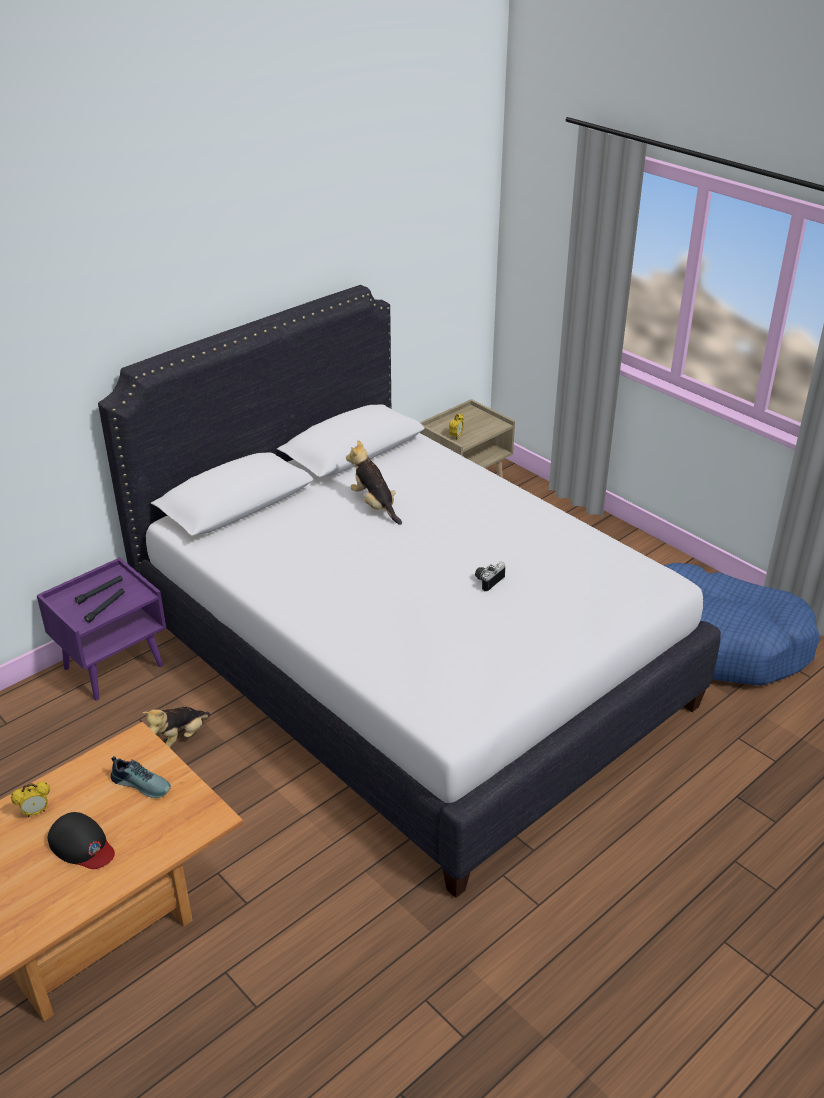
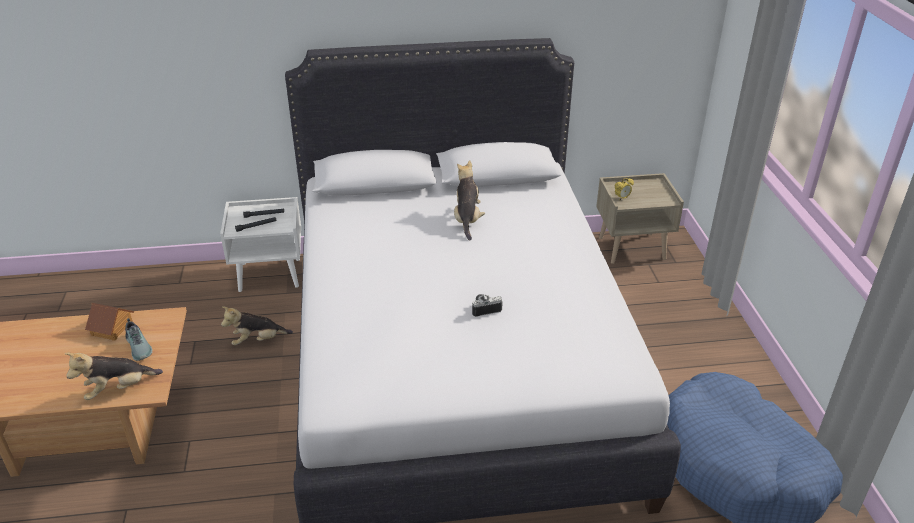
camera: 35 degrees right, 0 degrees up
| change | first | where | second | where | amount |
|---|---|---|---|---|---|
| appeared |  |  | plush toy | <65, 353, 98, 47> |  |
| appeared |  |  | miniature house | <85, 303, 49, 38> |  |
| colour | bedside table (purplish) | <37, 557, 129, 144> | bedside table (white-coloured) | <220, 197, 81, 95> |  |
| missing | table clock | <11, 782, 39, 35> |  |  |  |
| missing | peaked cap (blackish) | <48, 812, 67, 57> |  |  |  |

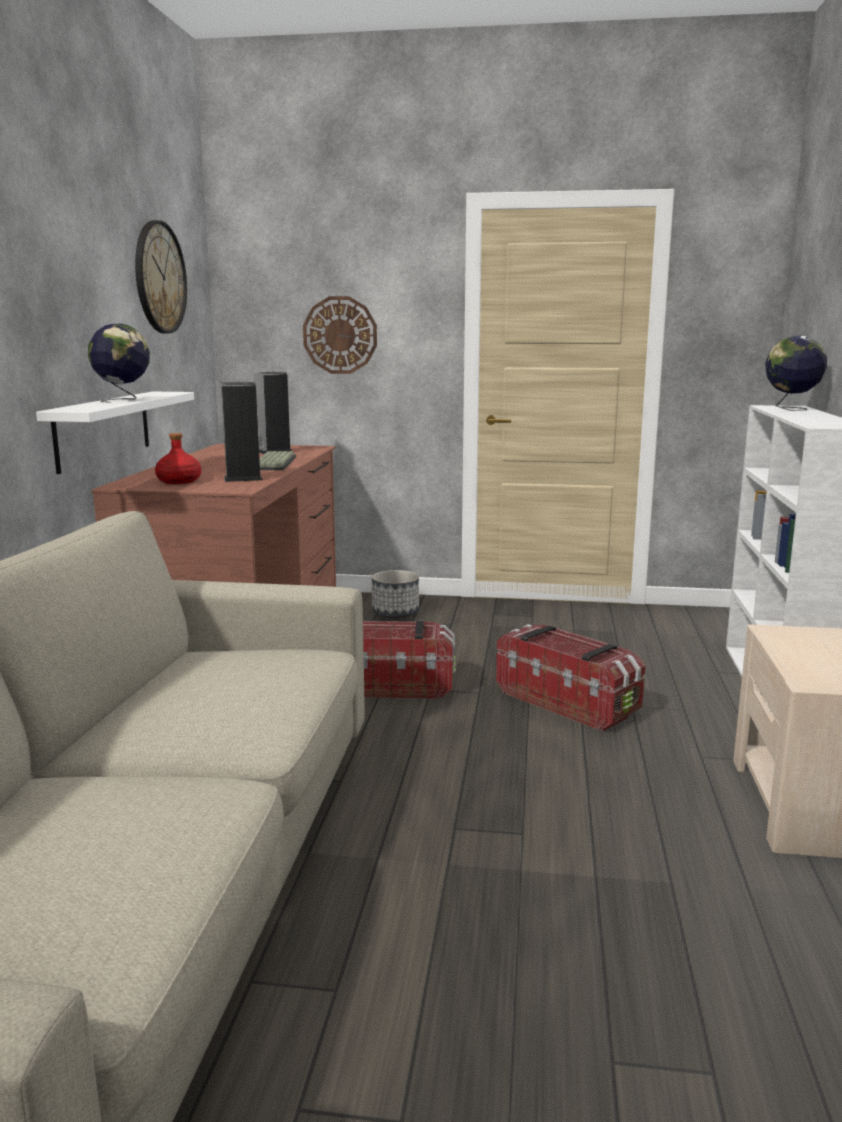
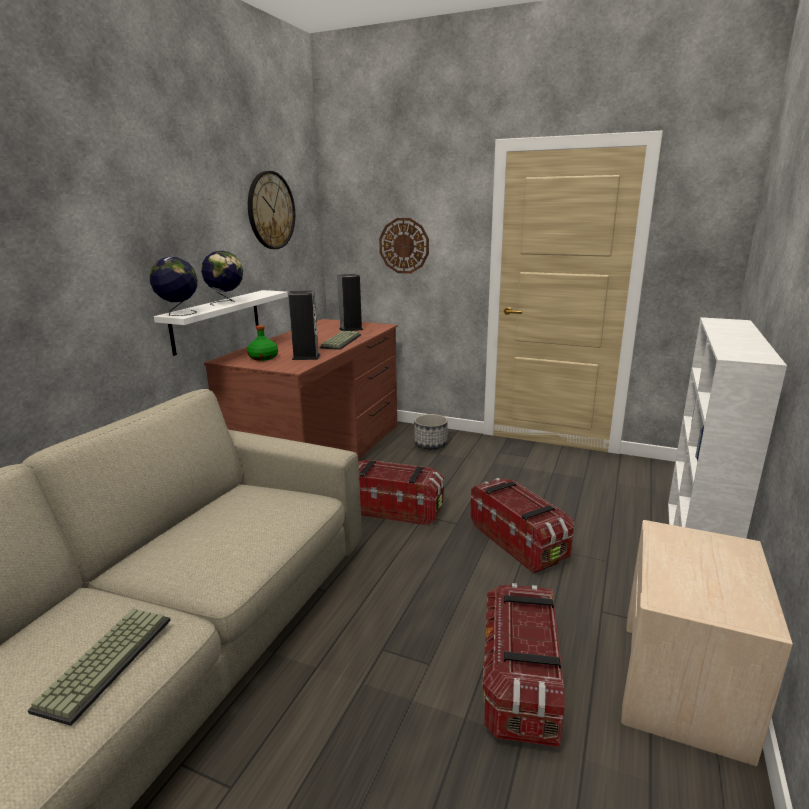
camera: 15 degrees right, 5 degrees up
| change | first | where | second | where | amount |
|---|---|---|---|---|---|
| appeared |  |  | PC keyboard | <28, 609, 143, 117> |  |
| relocated | world globe | <765, 335, 62, 76> |  | <150, 257, 48, 59> |  |
| colour | drink bottle (reddish) | <155, 433, 46, 51> | drink bottle (green) | <247, 325, 31, 36> |  |
| appeared |  |  | storage box | <483, 583, 82, 164> |  |

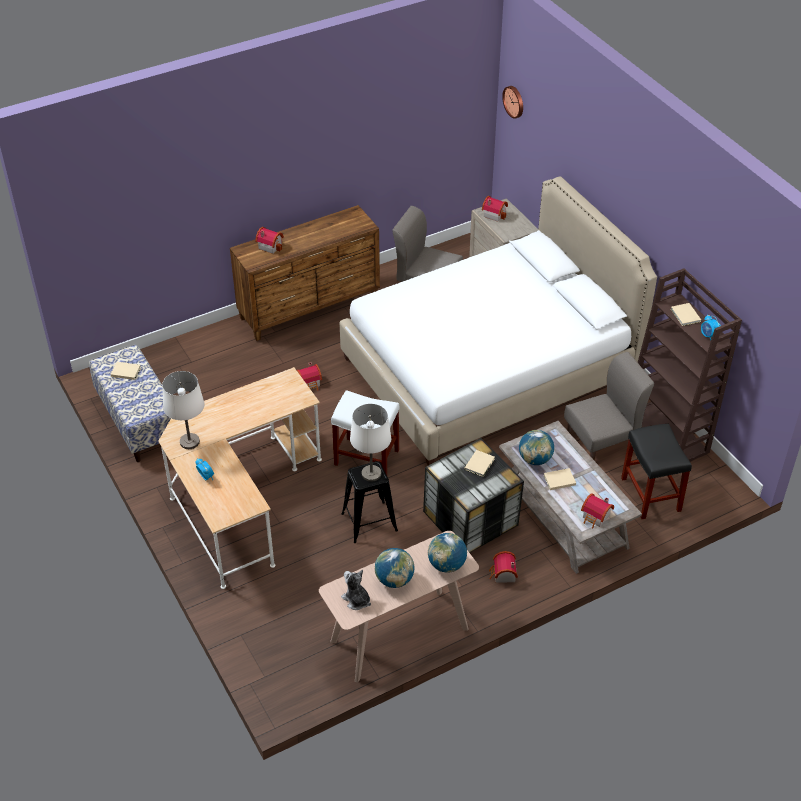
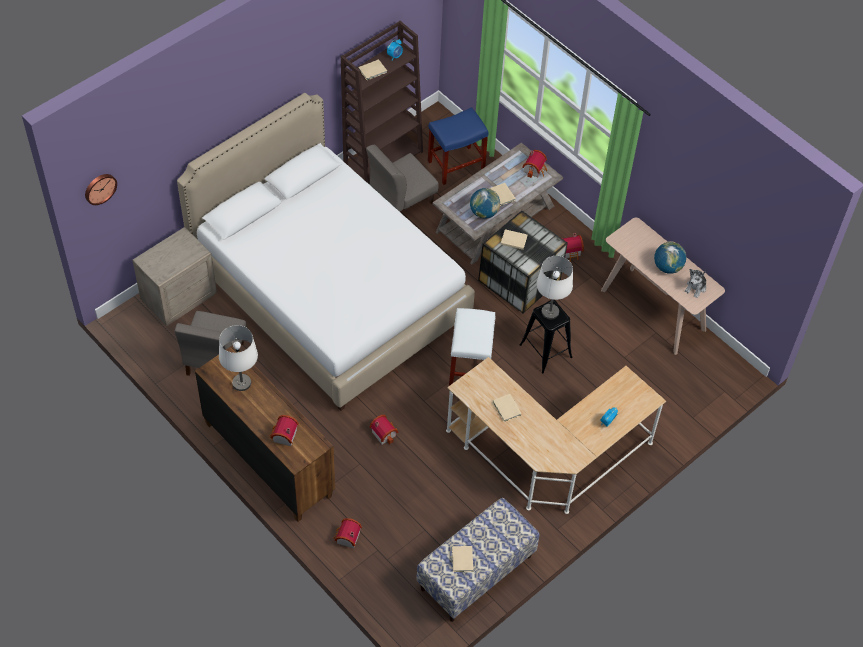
camera: 105 degrees left, 10 degrees up
| change | first | where | second | where | amount |
|---|---|---|---|---|---|
| relocated | tabletop lamp (white-coloured) | <162, 371, 43, 78> |  | <219, 325, 39, 66> |  |
| relocated | miniature house | <482, 196, 26, 26> |  | <333, 518, 29, 30> |  |
| spun | chair (greyish) | <564, 352, 90, 108> |  | <366, 145, 73, 67> | 90 degrees counterclockwise |
| colour | stool (blackish) | <621, 423, 71, 96> | stool (blue) | <428, 107, 60, 78> |  |
| appeared |  |  | book (beige) | <493, 394, 29, 28> |  |
| missing | world globe | <428, 533, 39, 40> |  |  |  |

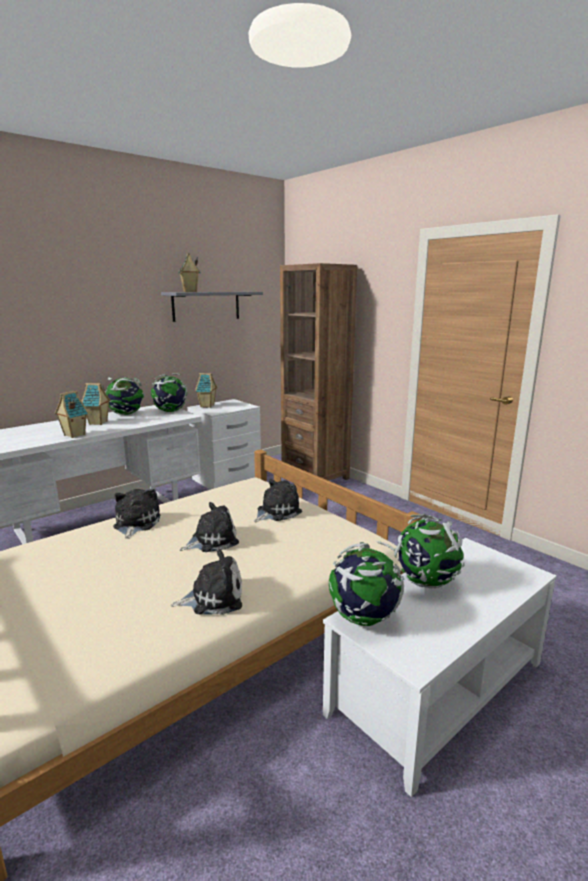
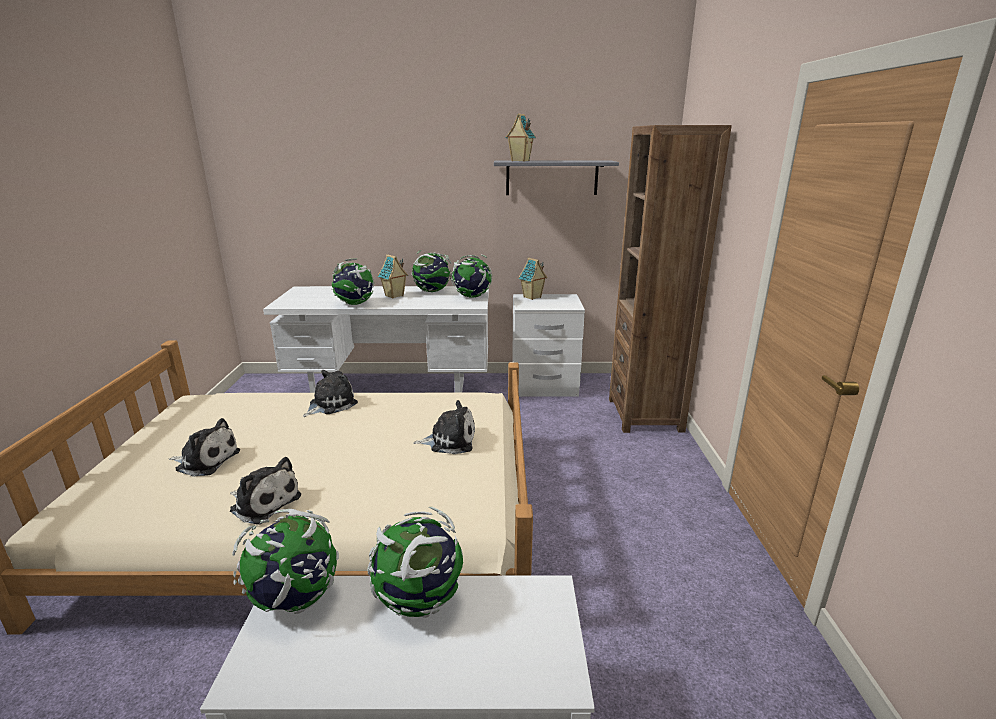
camera: 40 degrees right, 5 degrees up
| change | first | where | second | where | amount |
|---|---|---|---|---|---|
| relocated | plush toy | <180, 502, 59, 50> |  | <169, 418, 71, 58> |  |
| exchanged | miniature house | <54, 391, 35, 47> | world globe | <331, 258, 43, 47> |  |

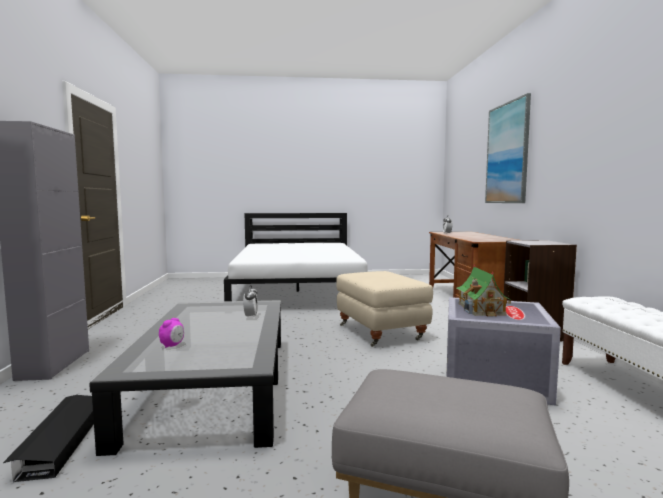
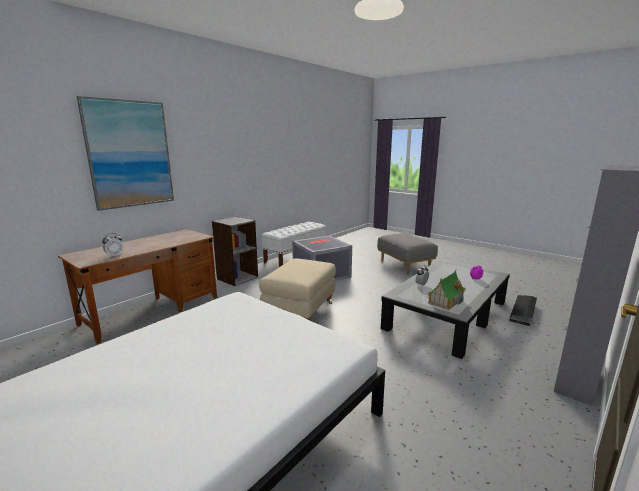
camera: 135 degrees left, 10 degrees up
| change | first | where | second | where | amount |
|---|---|---|---|---|---|
| relocated | miniature house | <456, 263, 57, 53> |  | <426, 270, 40, 40> |  |

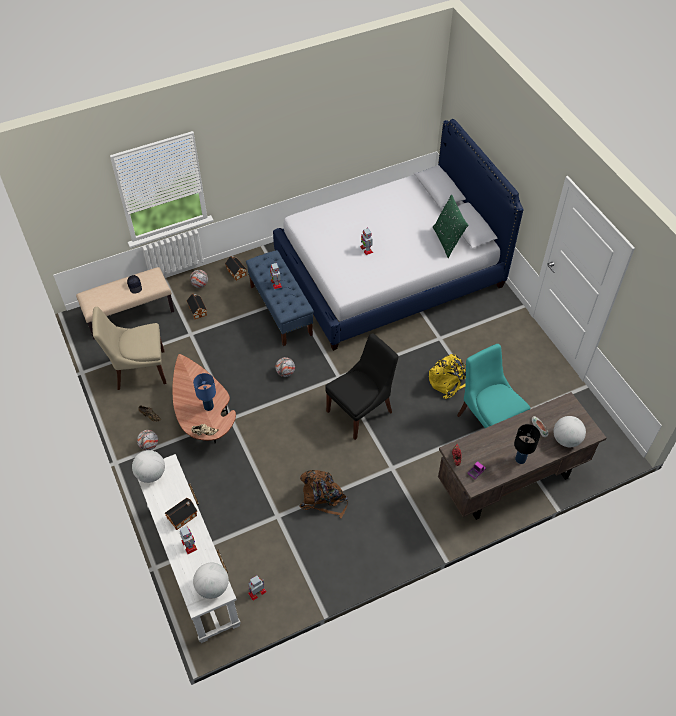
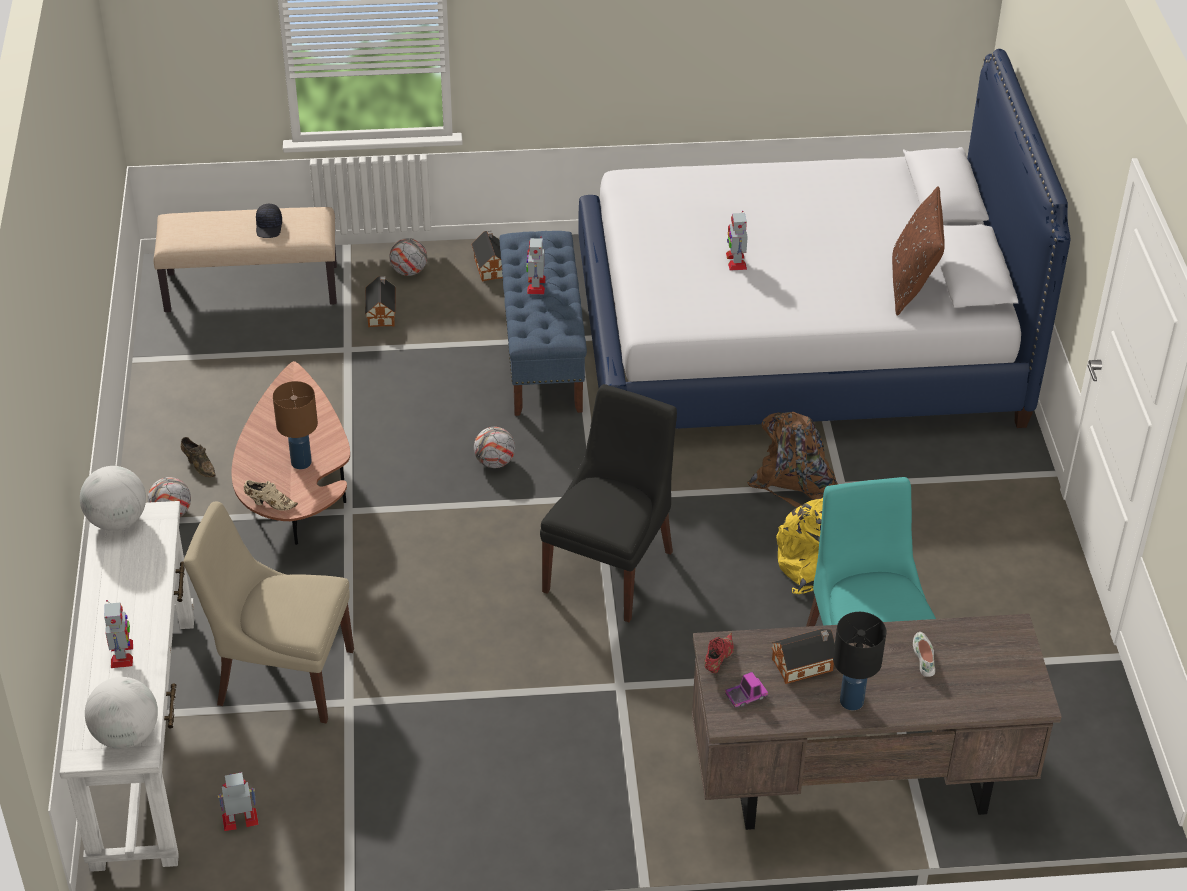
camera: 20 degrees right, 10 degrees down
| change | first | where | second | where | amount |
|---|---|---|---|---|---|
| relocated | chair (beige) | <92, 307, 74, 83> |  | <184, 501, 170, 222> |  |
| colour | tabletop lamp (blue) | <193, 373, 23, 38> | tabletop lamp (brownish) | <273, 381, 45, 88> |  |
| spun | chair (blackish) | <325, 333, 73, 107> |  | <540, 384, 137, 238> | 45 degrees counterclockwise |
| relocated | rucksack (brownish) | <299, 470, 49, 49> |  | <747, 412, 91, 95> |  |
| relocated | miniature house | <165, 498, 32, 32> |  | <771, 629, 64, 55> |  |
| colour | throw pillow (green) | <433, 195, 35, 63> | throw pillow (brownish) | <892, 186, 53, 130> |  |
| missing | world globe | <553, 416, 33, 31> |  |  |  |

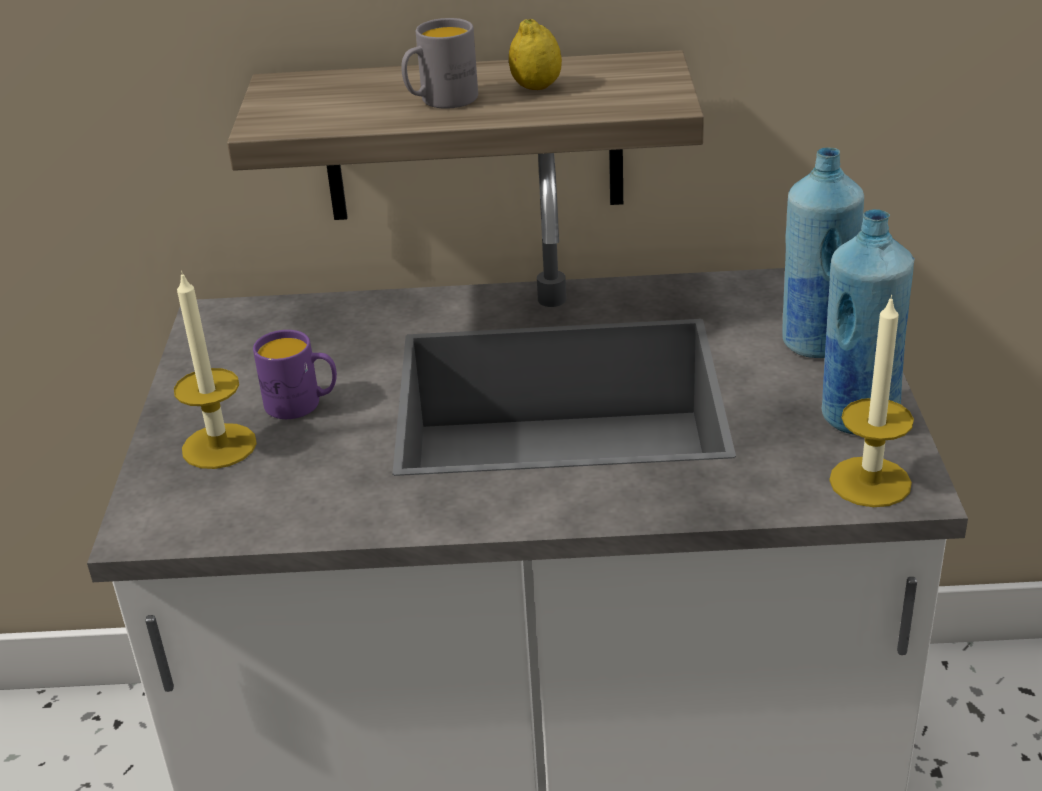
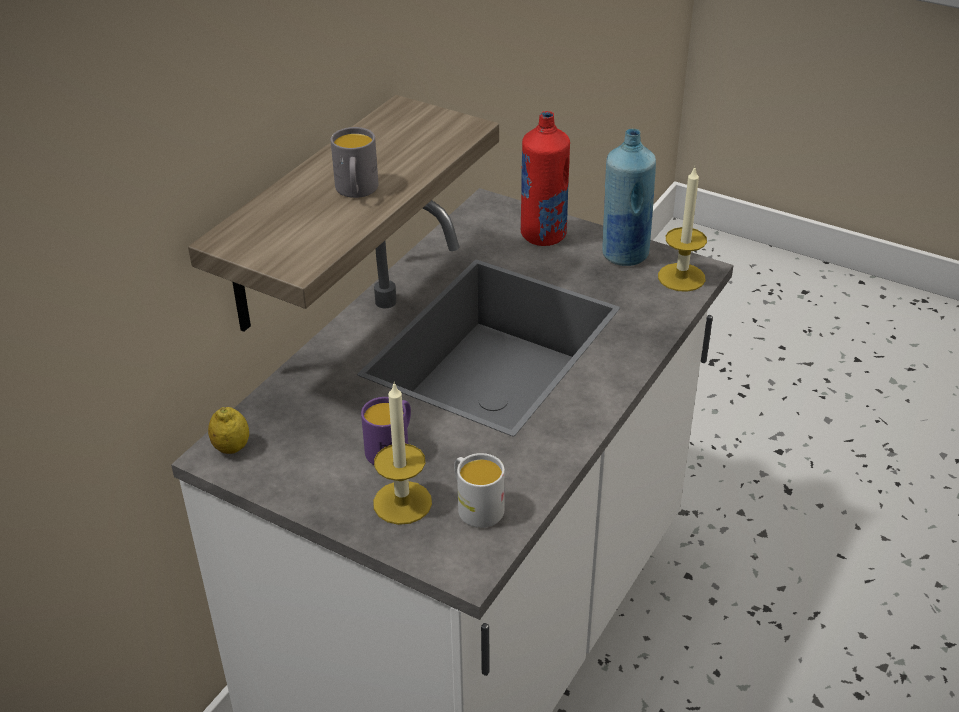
camera: 60 degrees left, 5 degrees up
| change | first | where | second | where | amount |
|---|---|---|---|---|---|
| relocated | citrus fruit | <509, 19, 53, 71> |  | <208, 407, 41, 47> |  |
| appeared |  |  | mug (white-coloured) | <454, 453, 51, 75> |  |
| colour | drink bottle (blue) | <782, 147, 82, 211> | drink bottle (reddish) | <521, 111, 49, 135> |  |

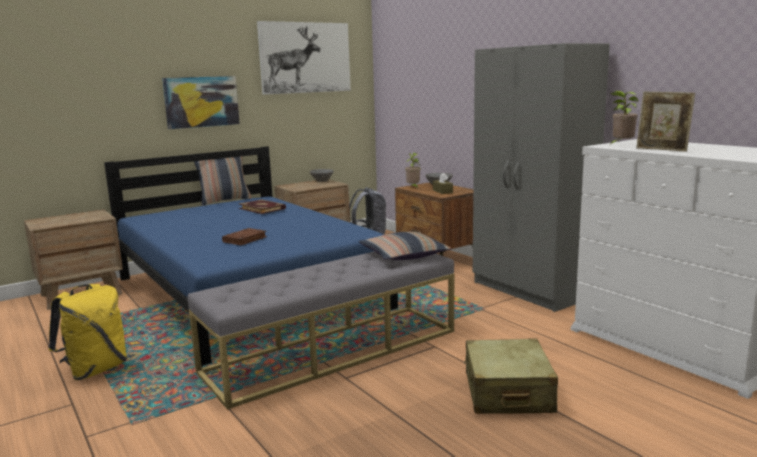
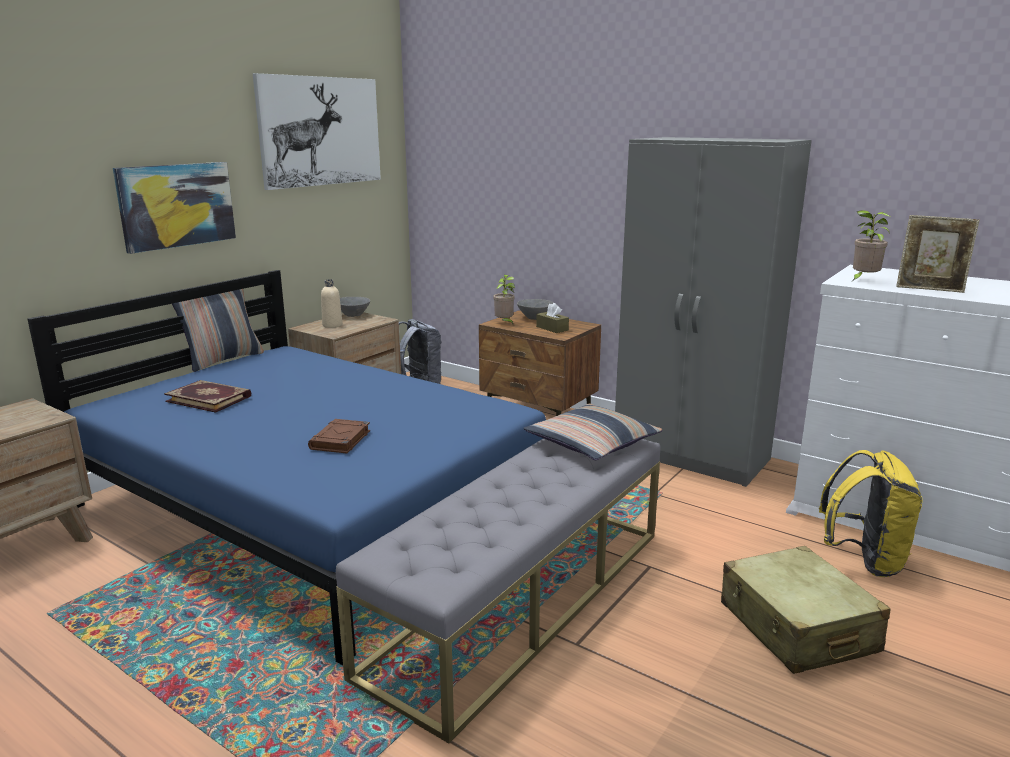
camera: 20 degrees left, 5 degrees up
| change | first | where | second | where | amount |
|---|---|---|---|---|---|
| relocated | book | <239, 199, 47, 15> |  | <164, 380, 87, 33> |  |
| appeared |  |  | drink bottle (beige) | <321, 279, 21, 49> |  |
| relocated | rucksack (yellow-coloured) | <48, 284, 79, 96> |  | <819, 450, 104, 127> |  |

